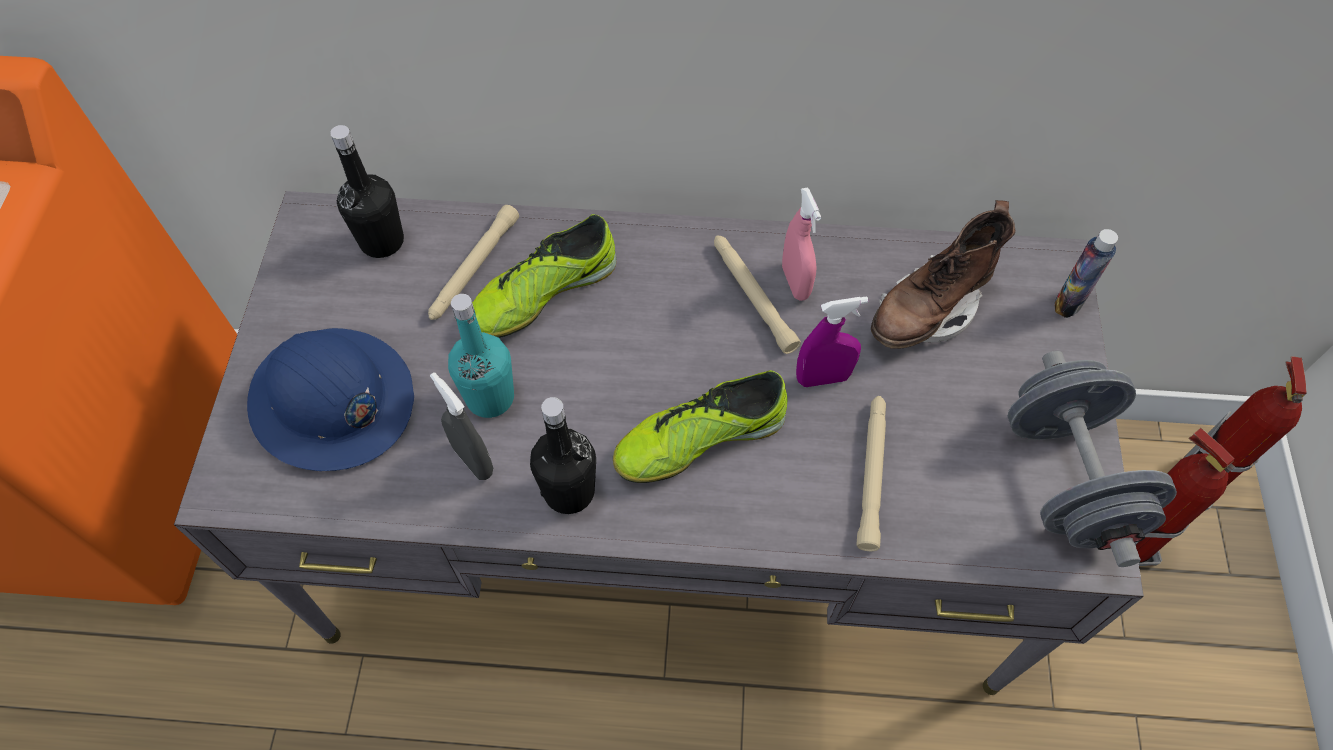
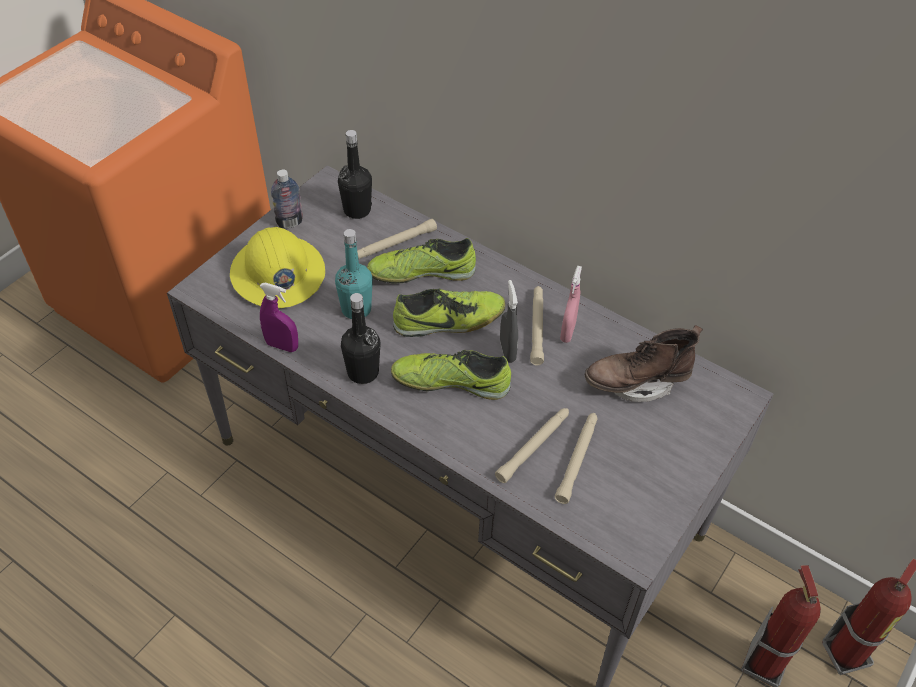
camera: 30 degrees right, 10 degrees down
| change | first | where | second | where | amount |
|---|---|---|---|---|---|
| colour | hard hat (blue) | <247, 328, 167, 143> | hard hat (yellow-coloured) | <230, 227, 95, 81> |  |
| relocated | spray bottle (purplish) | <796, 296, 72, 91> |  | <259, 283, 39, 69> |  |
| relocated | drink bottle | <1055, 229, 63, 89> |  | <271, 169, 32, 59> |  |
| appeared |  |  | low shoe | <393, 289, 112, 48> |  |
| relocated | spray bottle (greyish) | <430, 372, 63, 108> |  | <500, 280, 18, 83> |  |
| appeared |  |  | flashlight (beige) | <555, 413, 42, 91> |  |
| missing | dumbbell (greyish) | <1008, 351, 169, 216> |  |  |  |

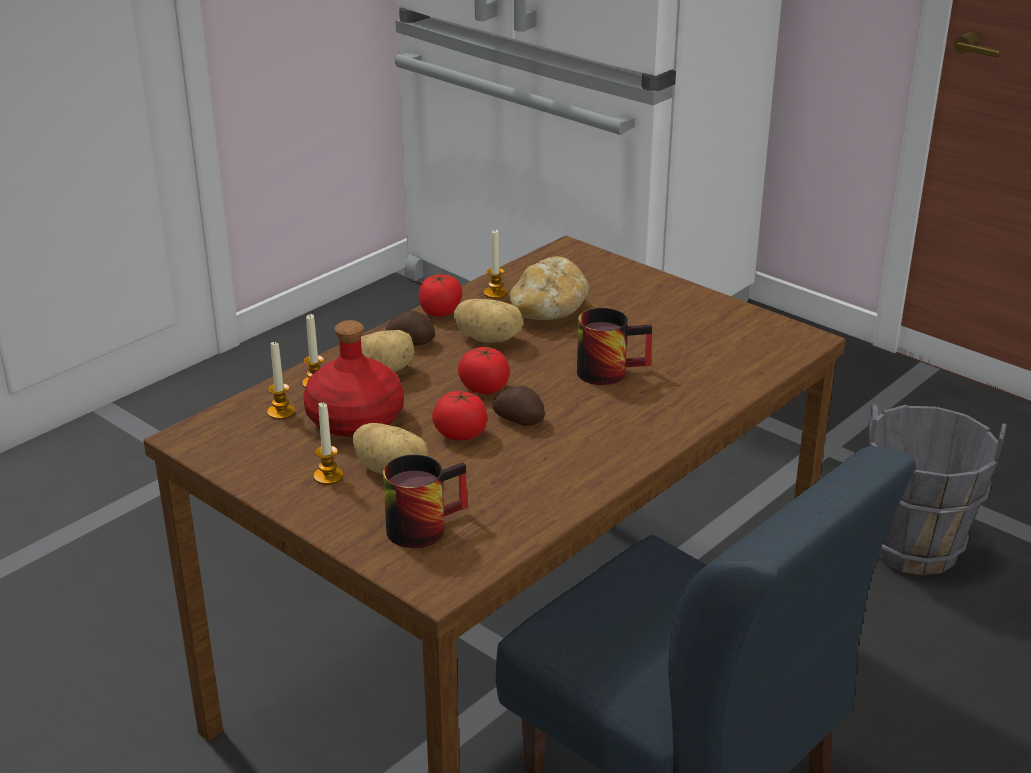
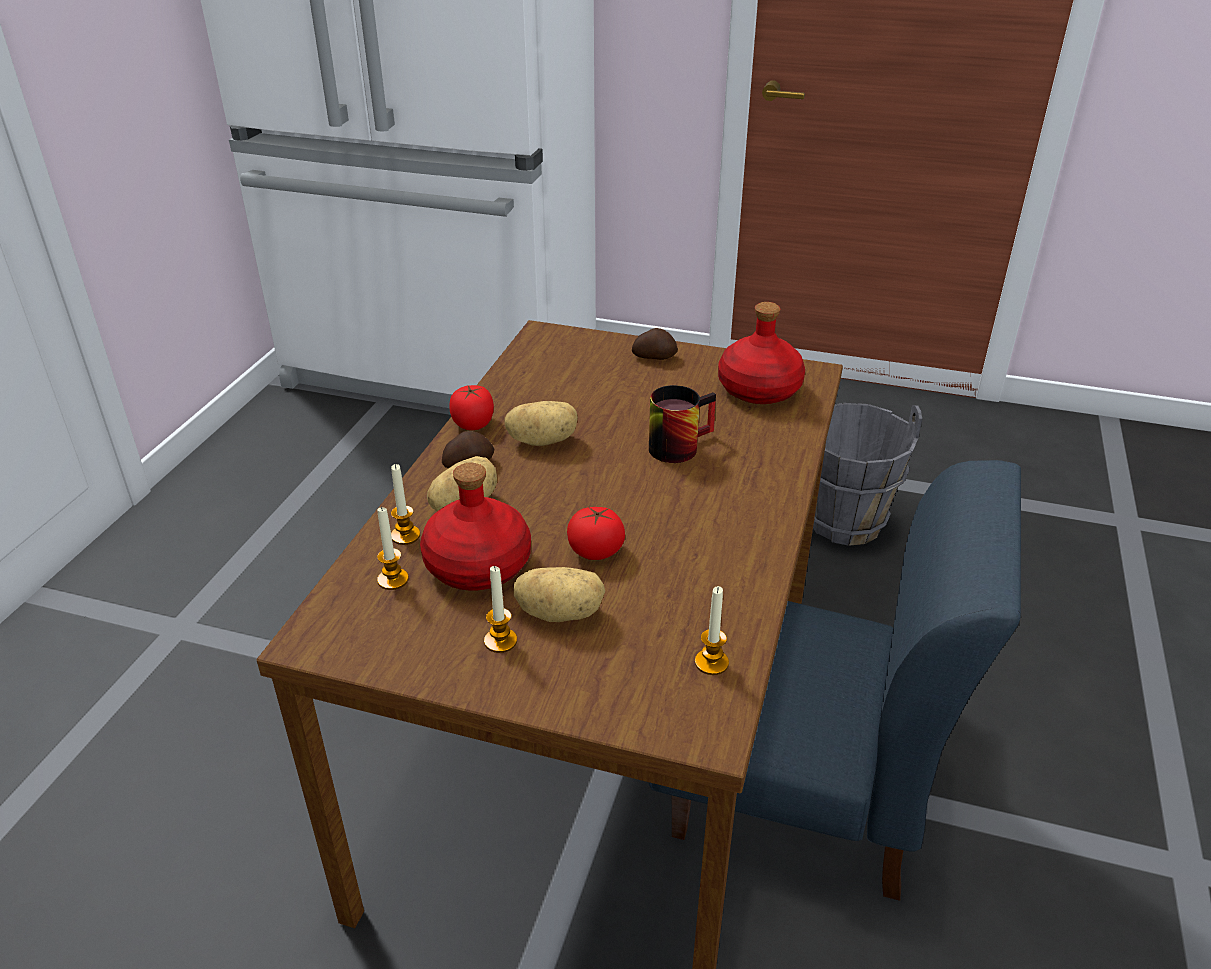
camera: 25 degrees left, 5 degrees up
| change | first | where | second | where | amount |
|---|---|---|---|---|---|
| relocated | potato | <492, 386, 53, 40> |  | <632, 328, 46, 32> |  |
| relocated | candle | <484, 230, 24, 69> |  | <695, 586, 34, 89> |  |
| appeared |  |  | drink bottle (reddish) | <718, 302, 87, 102> |  |
| missing | mug | <383, 455, 84, 93> |  |  |  |
| missing | whole tomato | <458, 347, 52, 47> |  |  |  |
| missing | bakery bread | <510, 256, 80, 64> |  |  |  |

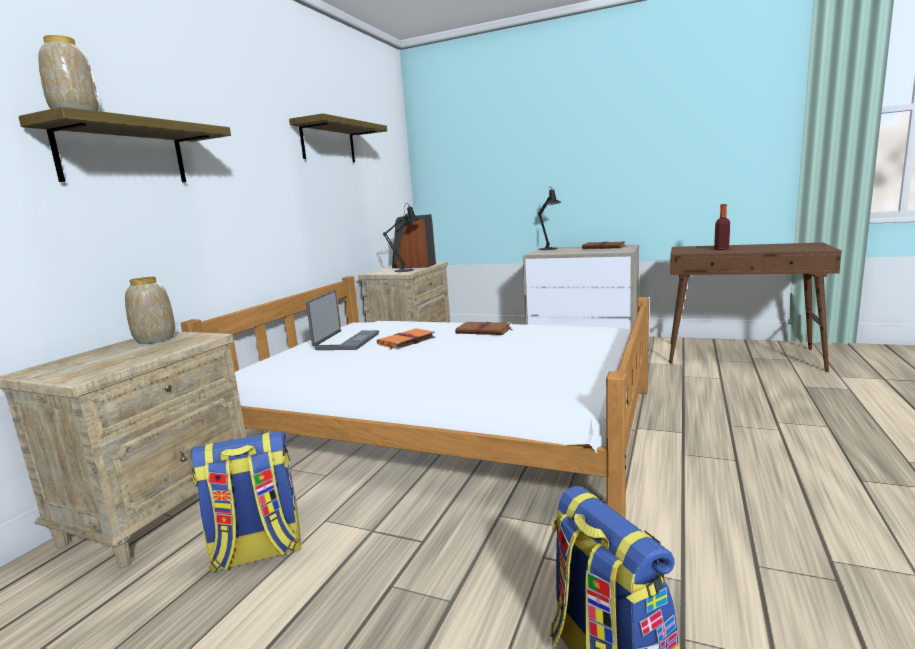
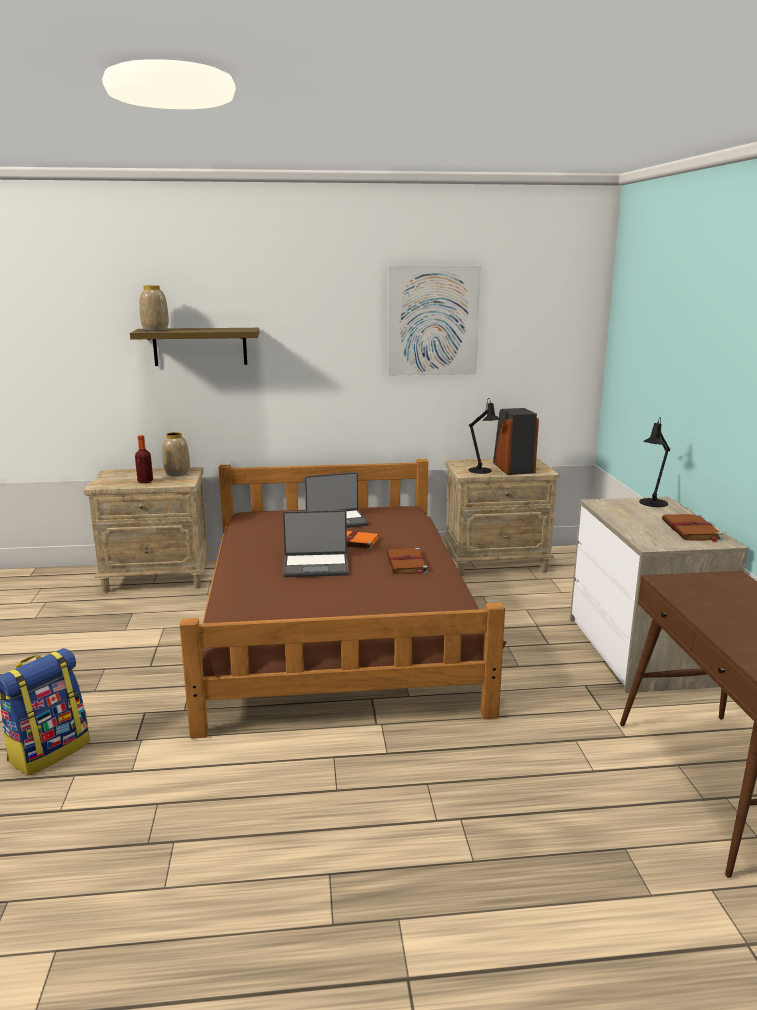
camera: 60 degrees right, 5 degrees up
| change | first | where | second | where | amount |
|---|---|---|---|---|---|
| relocated | drink bottle | <714, 204, 16, 46> |  | <135, 435, 18, 48> |  |
| colour | sleeping bed (white-coloured) | <180, 276, 469, 242> | sleeping bed (brownish) | <179, 459, 328, 280> |  |
| appeared |  |  | notebook computer | <283, 510, 66, 67> |  |
| exchanged | wall shelf | <289, 113, 98, 49> | wall art | <388, 266, 93, 110> |  |
| missing | rucksack | <190, 431, 112, 142> |  |  |  |

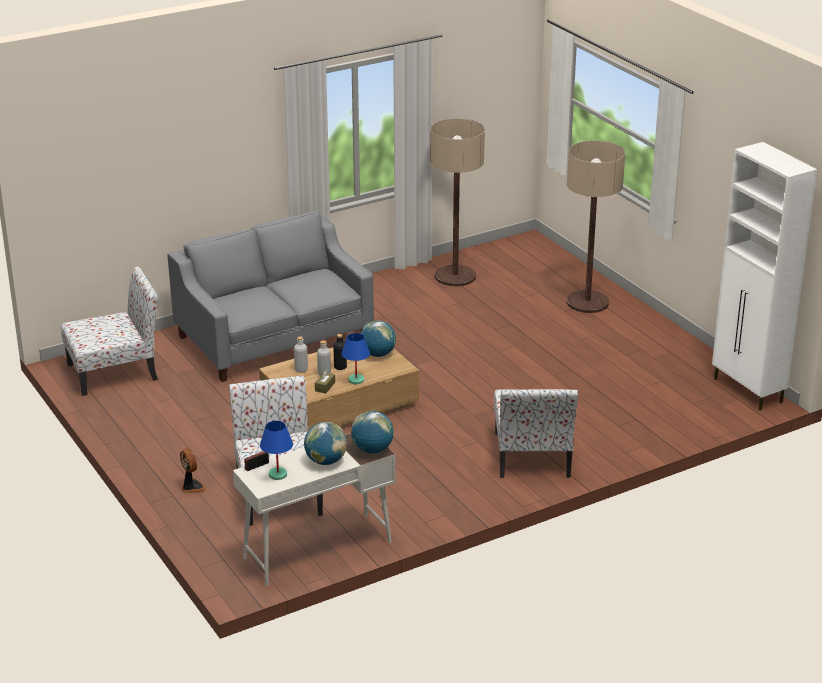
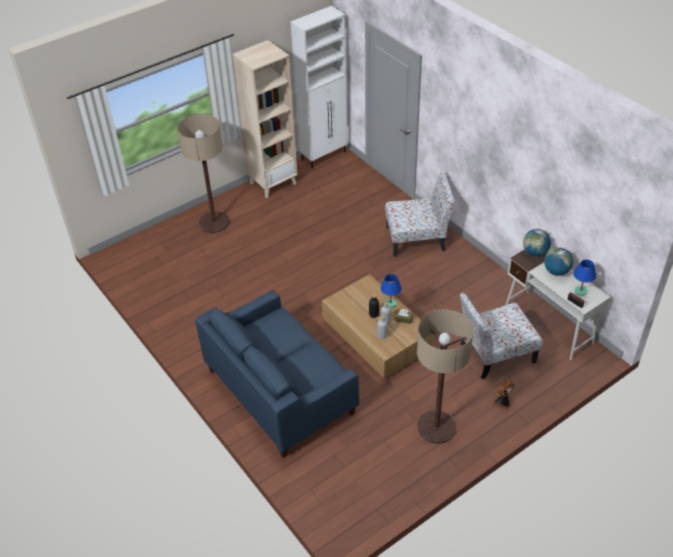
camera: 95 degrees left, 15 degrees up
| change | first | where | second | where | amount |
|---|---|---|---|---|---|
| colour | couch (greyish) | <167, 211, 207, 171> | couch (blue) | <195, 290, 164, 168> |  |
| appeared |  |  | shelving unit (beige) | <232, 40, 66, 158> |  |
| relocated | floor lamp | <430, 119, 55, 167> |  | <417, 309, 56, 135> |  |
| missing | chair | <61, 266, 98, 130> |  |  |  |
| missing | world globe | <361, 321, 35, 36> |  |  |  |

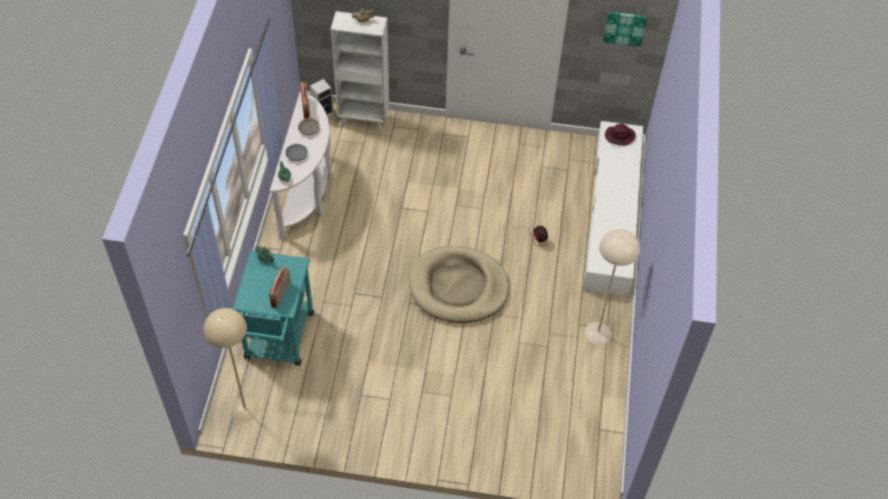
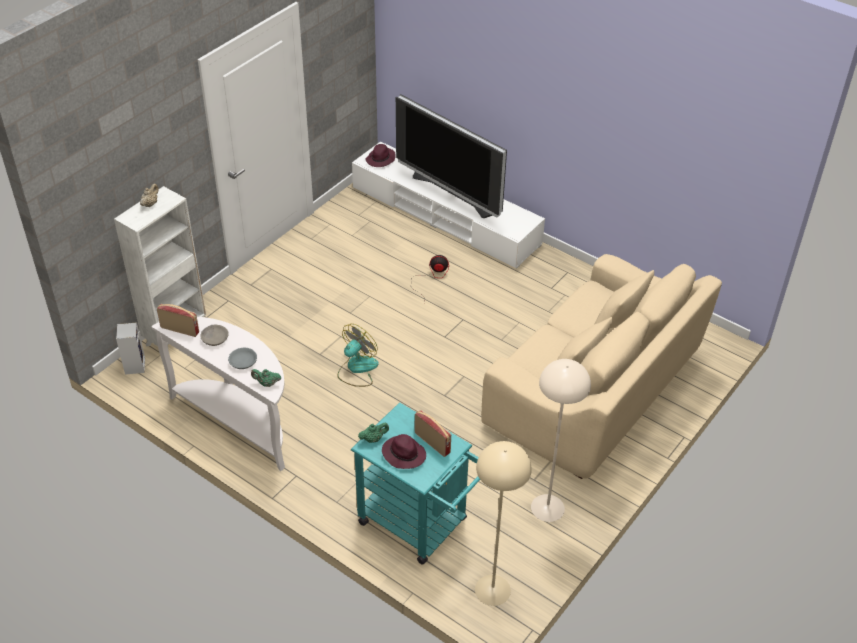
camera: 60 degrees left, 10 degrees down
| change | first | where | second | where | amount |
|---|---|---|---|---|---|
| appeared |  |  | fan | <337, 324, 42, 63> |  |
| appeared |  |  | clothing hat (purplish) | <382, 434, 44, 35> |  |
| appeared |  |  | television | <396, 94, 111, 124> |  |
| appeared |  |  | couch (beige) | <481, 254, 241, 225> |  |
| relocated | floor lamp (beige) | <585, 229, 55, 116> |  | <531, 359, 60, 163> |  |
| missing | pet bed (beige) | <409, 246, 100, 77> |  |  |  |
| missing | wall art | <603, 12, 44, 35> |  |  |  |

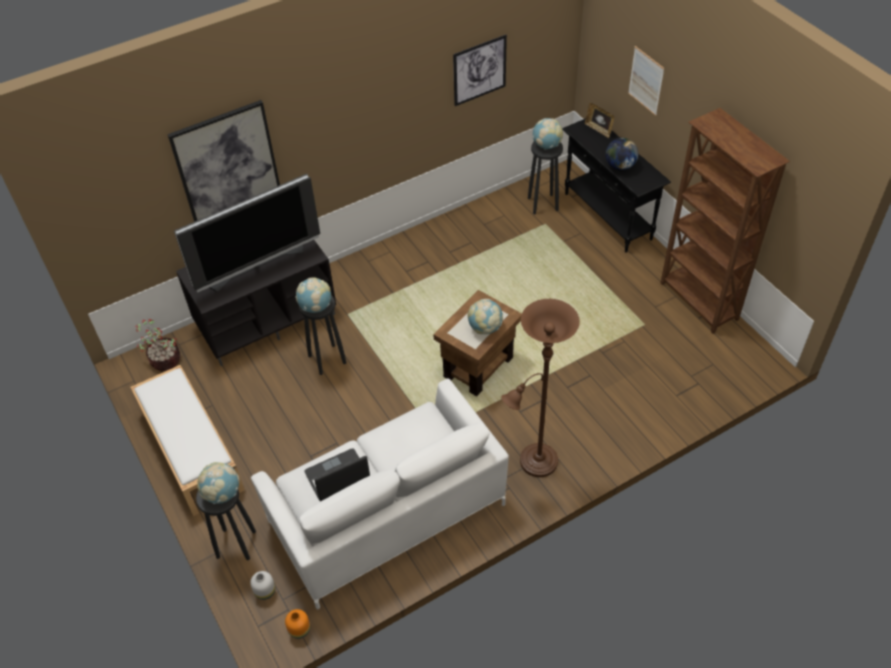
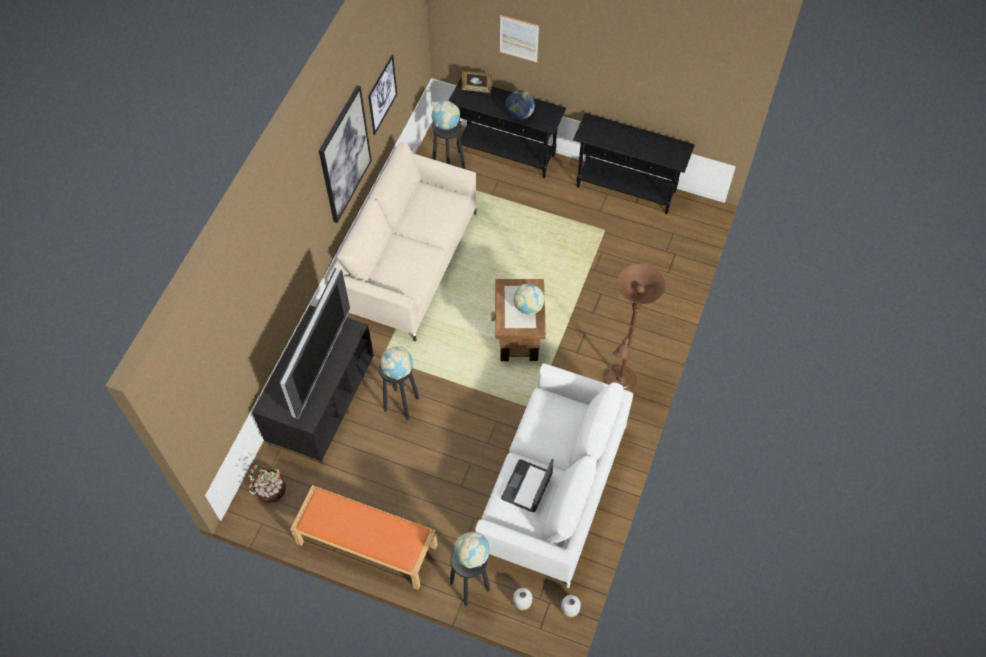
camera: 40 degrees left, 10 degrees up
| change | first | where | second | where | amount |
|---|---|---|---|---|---|
| colour | long seat (white-coloured) | <130, 365, 115, 151> | long seat (orange-coloured) | <290, 485, 147, 105> |  |
| relocated | wall art | <168, 100, 112, 122> |  | <319, 85, 53, 138> |  |
| appeared |  |  | couch (beige) | <327, 142, 150, 199> |  |
| colour | decorative vase (orange-coloured) | <285, 609, 25, 30> | decorative vase (white-coloured) | <561, 595, 20, 23> |  |
| exchanged | shelving unit (brownish) | <660, 108, 130, 226> | narrow table (blackish) | <573, 113, 122, 101> |  |

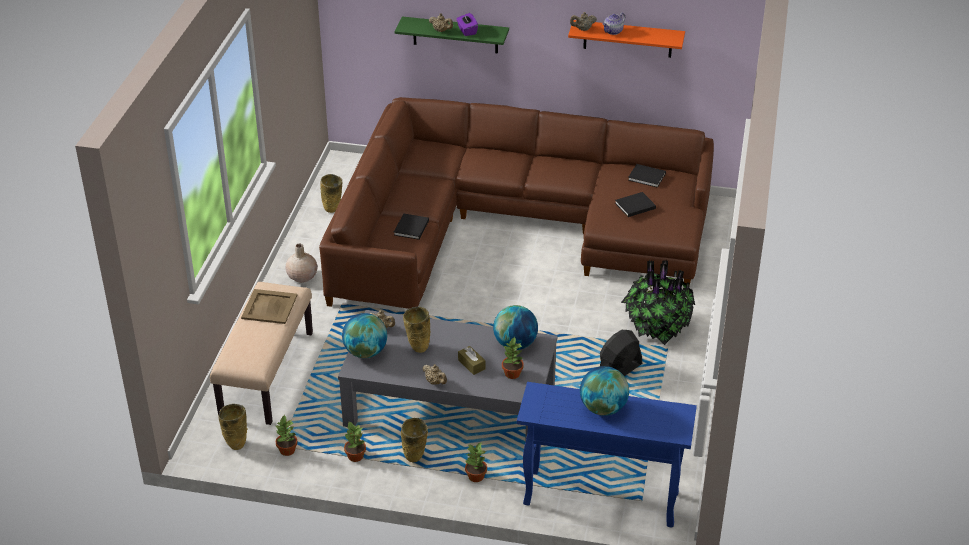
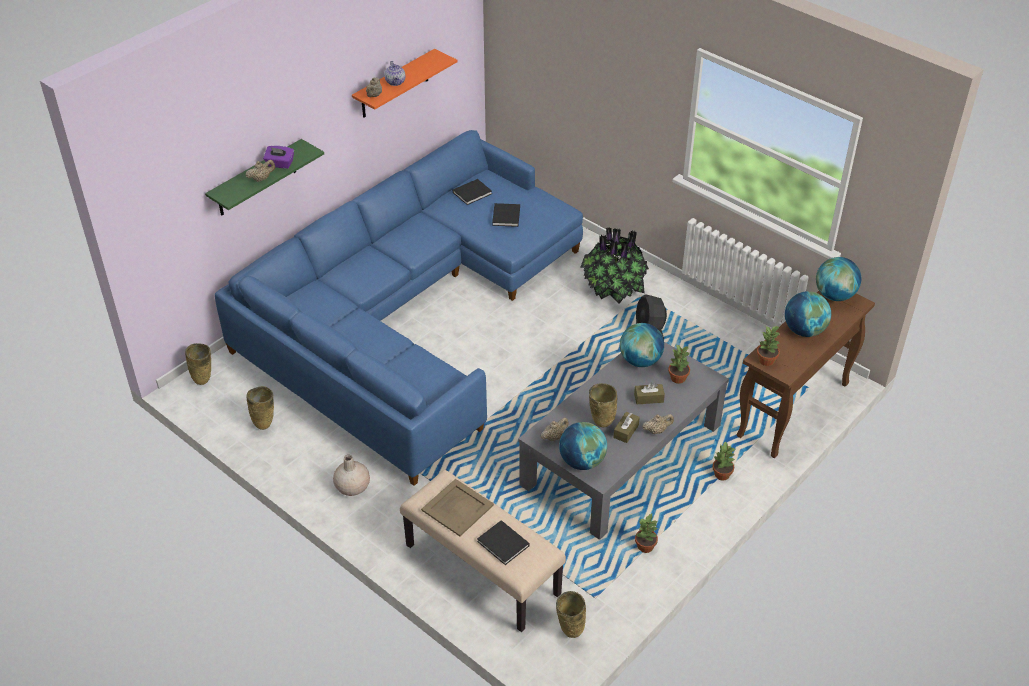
camera: 60 degrees left, 5 degrees up
| change | first | where | second | where | amount |
|---|---|---|---|---|---|
| relocated | decorative vase (beige) | <401, 418, 27, 44> |  | <185, 343, 26, 42> |  |
| colour | couch (brownish) | <319, 97, 395, 212> | couch (blue) | <215, 130, 368, 356> |  |
| relocated | book (blackish) | <394, 214, 35, 26> |  | <477, 520, 52, 45> |  |
| appeared |  |  | box of tissues (brownish) | <613, 412, 27, 31> |  |
| colour | narrow table (blue) | <517, 382, 180, 145> | narrow table (brownish) | <737, 291, 138, 167> |  |
| relocated | plant in a pot | <275, 414, 23, 42> |  | <757, 326, 23, 40> |  |
| appeared |  |  | world globe | <816, 257, 45, 44> |  |

